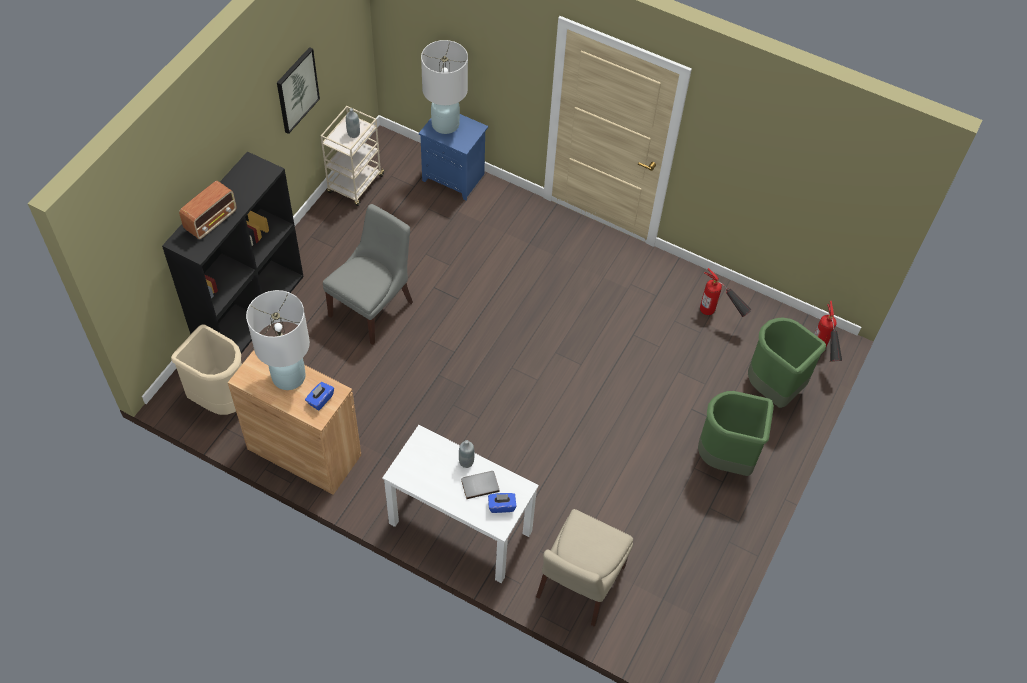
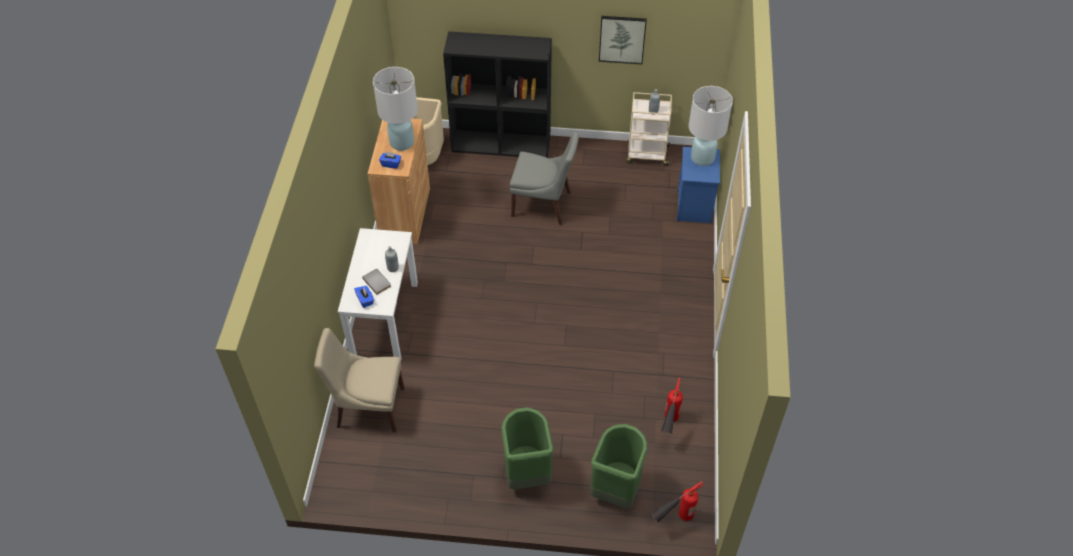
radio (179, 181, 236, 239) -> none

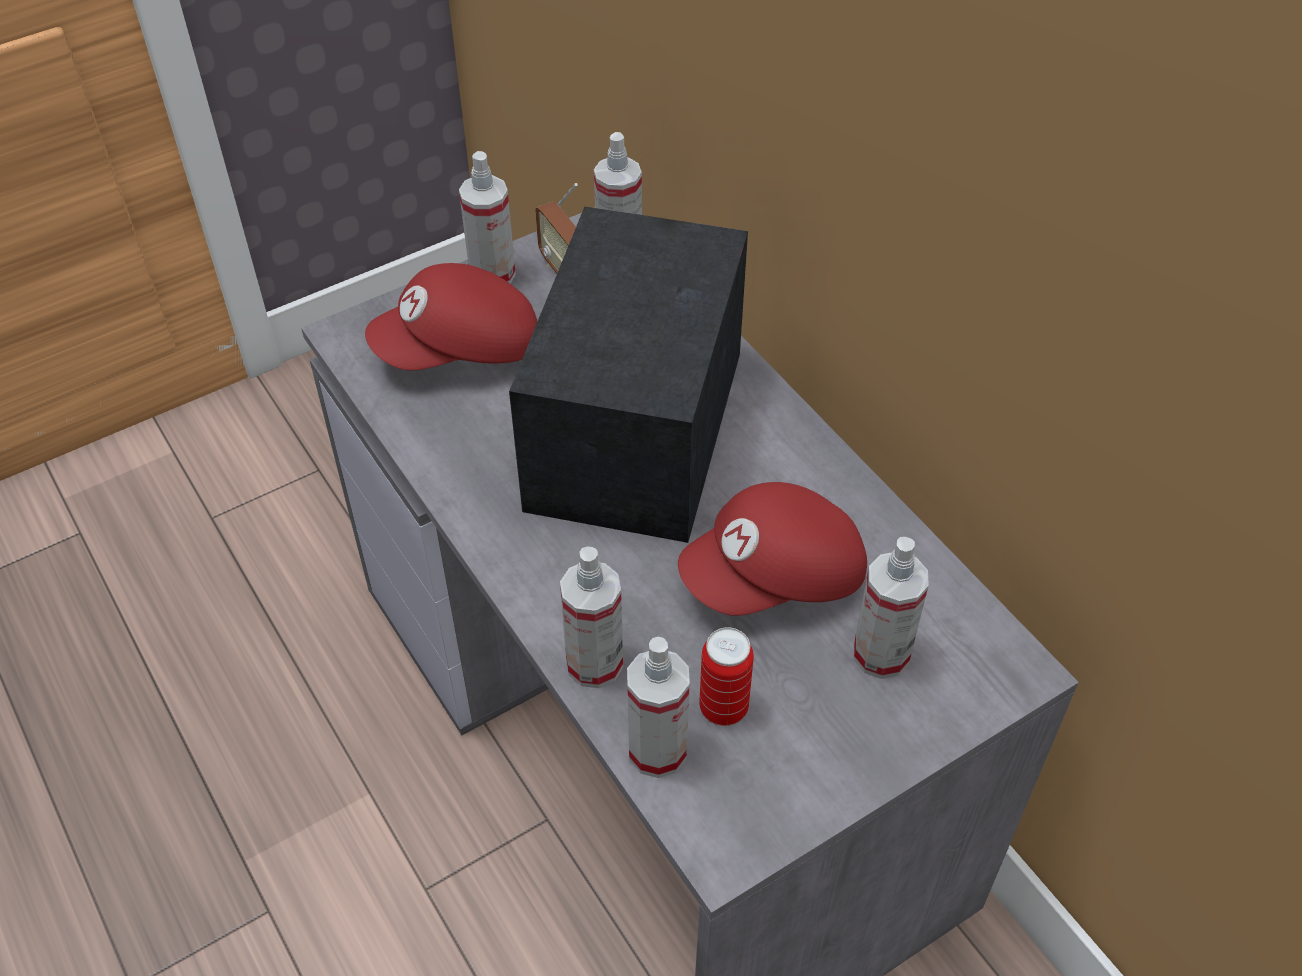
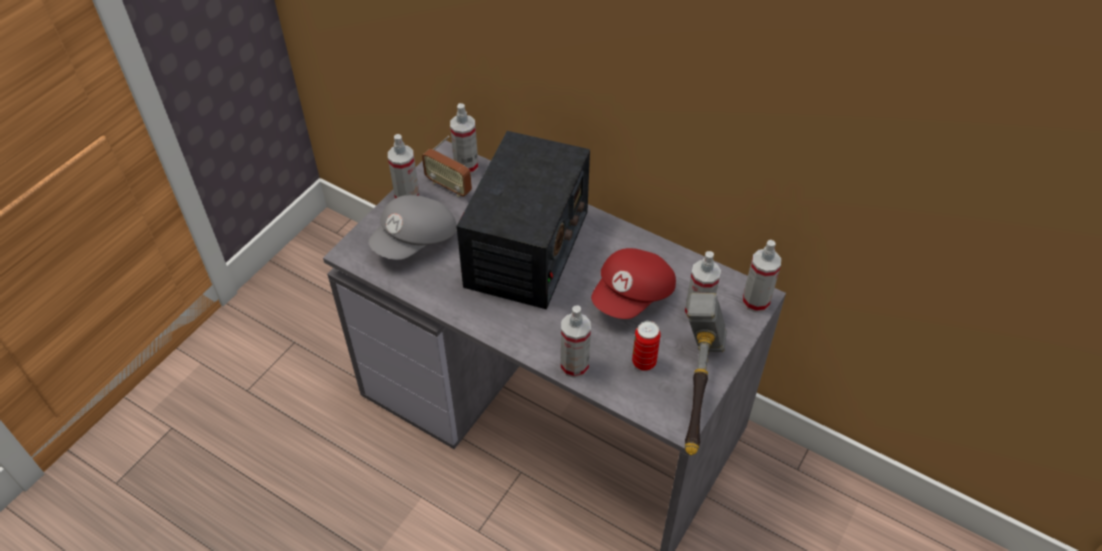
casquette [rouge] (365, 263, 538, 370) -> casquette [gris] (368, 195, 457, 260)
radio (509, 206, 748, 543) -> radio (456, 131, 590, 309), 150 degrees counterclockwise
vaporisateur (627, 637, 690, 778) -> vaporisateur (743, 240, 781, 313), moved
none -> marteau (685, 293, 727, 455)

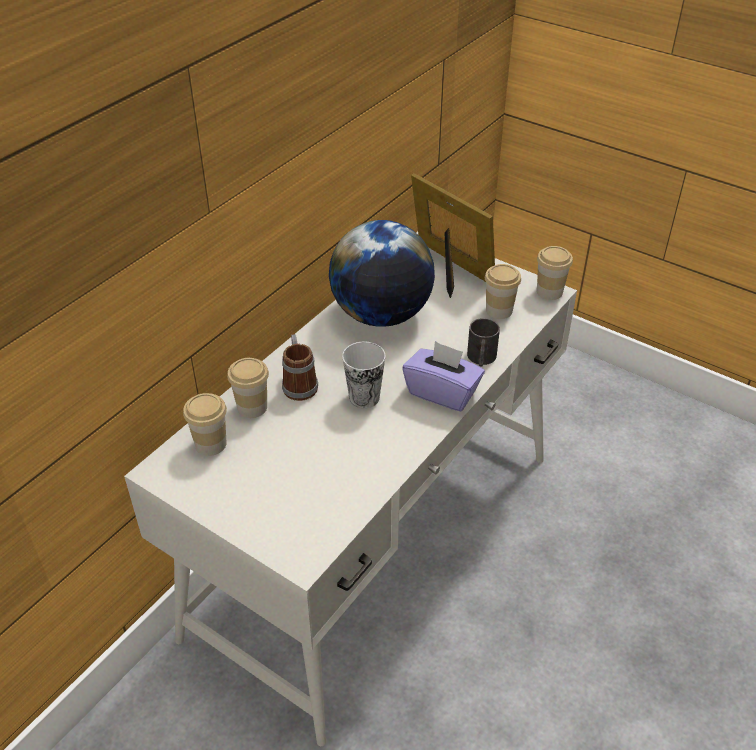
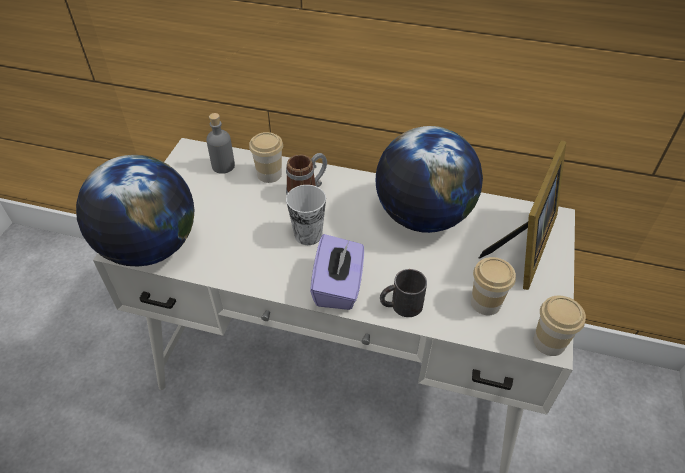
tasse (183, 393, 227, 456) -> bouteille [gris] (206, 113, 235, 174)
none -> globe (76, 155, 194, 266)

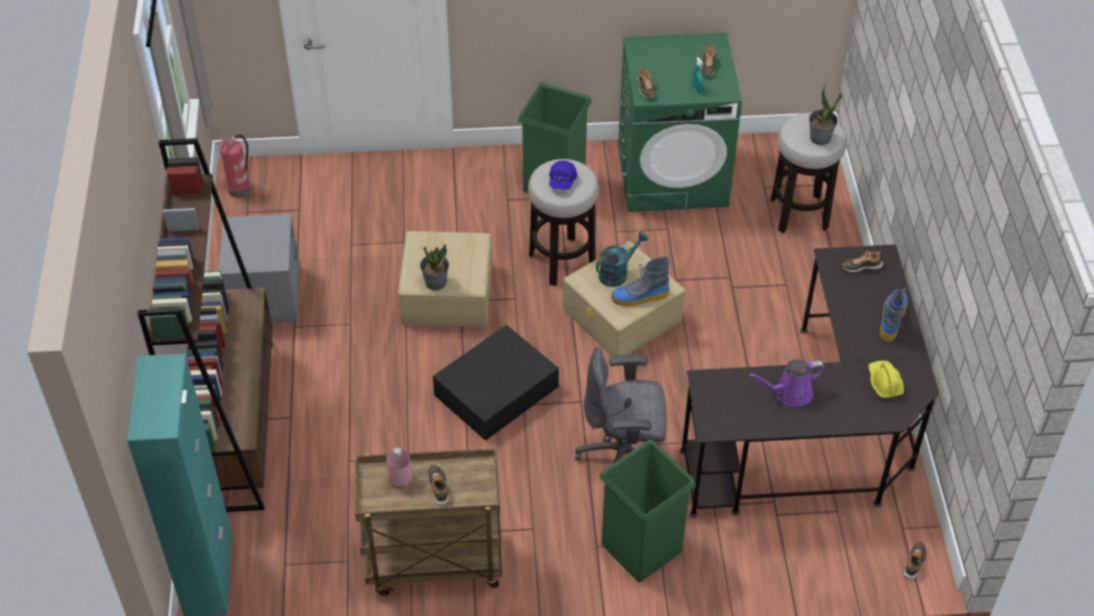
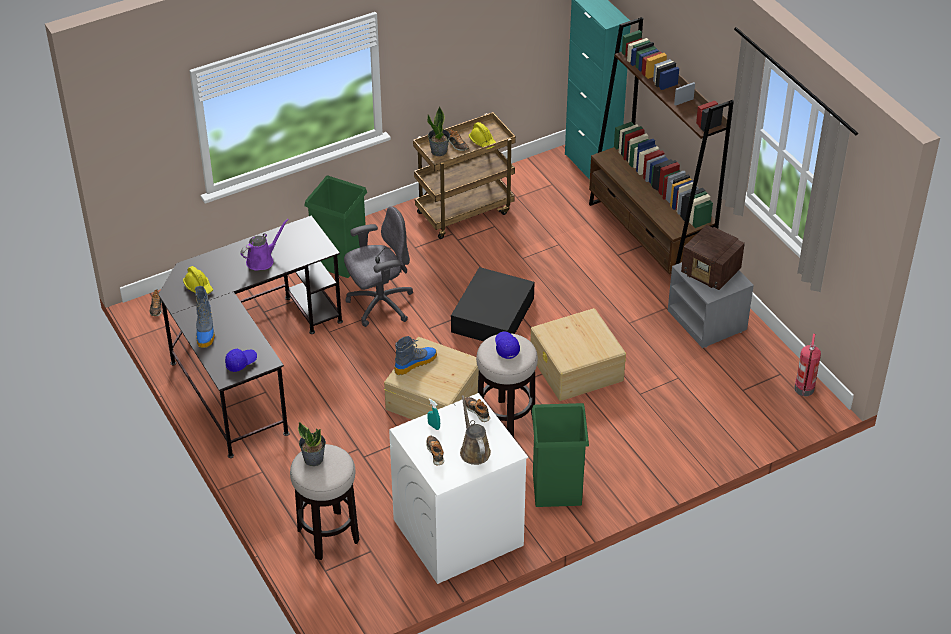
bouteille [rose] (386, 448, 413, 489) -> casque de chantier [jaune] (468, 122, 496, 149)
plante en pot (420, 244, 449, 290) -> plante en pot (427, 107, 450, 156), moved
arrosoir [turquoise] (596, 231, 649, 287) -> none
lave-linge [vert] (618, 33, 742, 212) -> lave-linge [blanc] (389, 393, 528, 584)
chaussure (842, 250, 883, 272) -> casquette [bleu] (225, 349, 257, 372)
none -> arrosoir [marron] (460, 395, 491, 465)
none -> radio (681, 225, 745, 290)

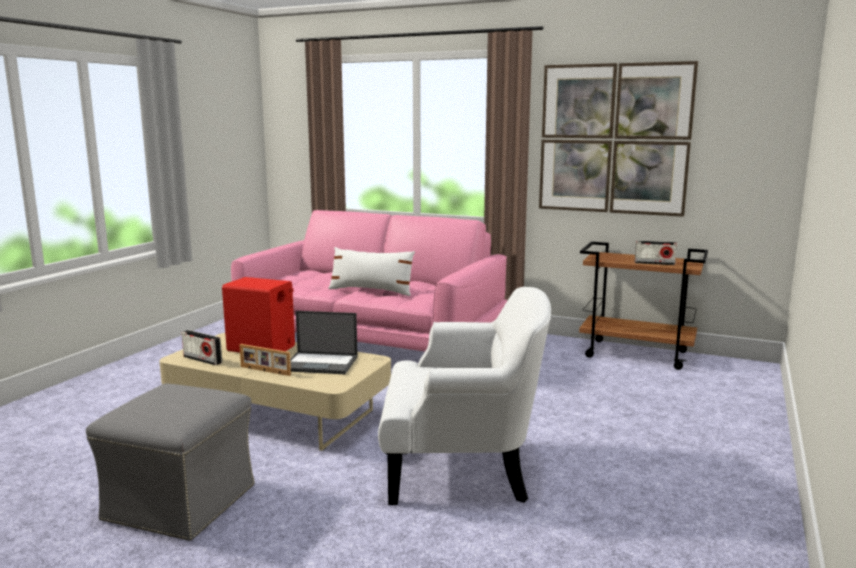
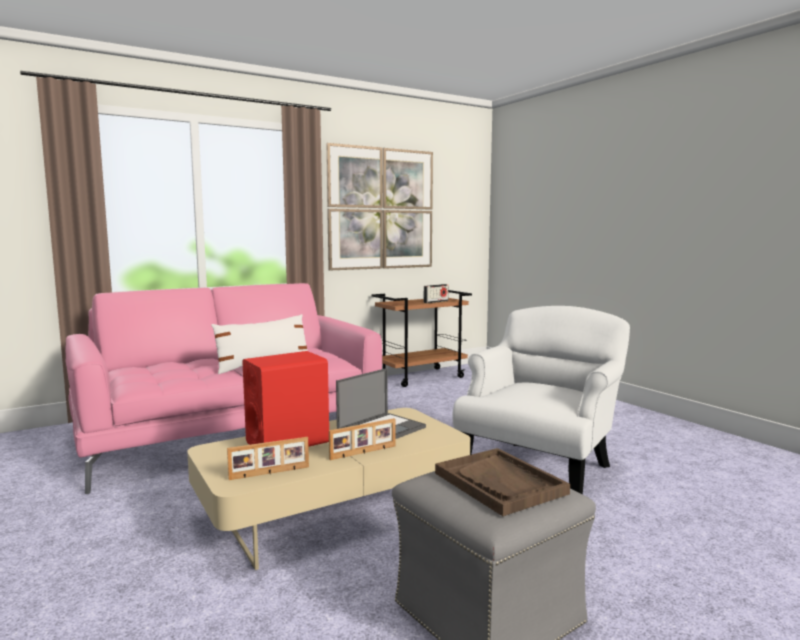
radio (182, 330, 222, 365) -> cadre photo (227, 437, 309, 480)
none -> plateau [marron] (435, 448, 570, 516)

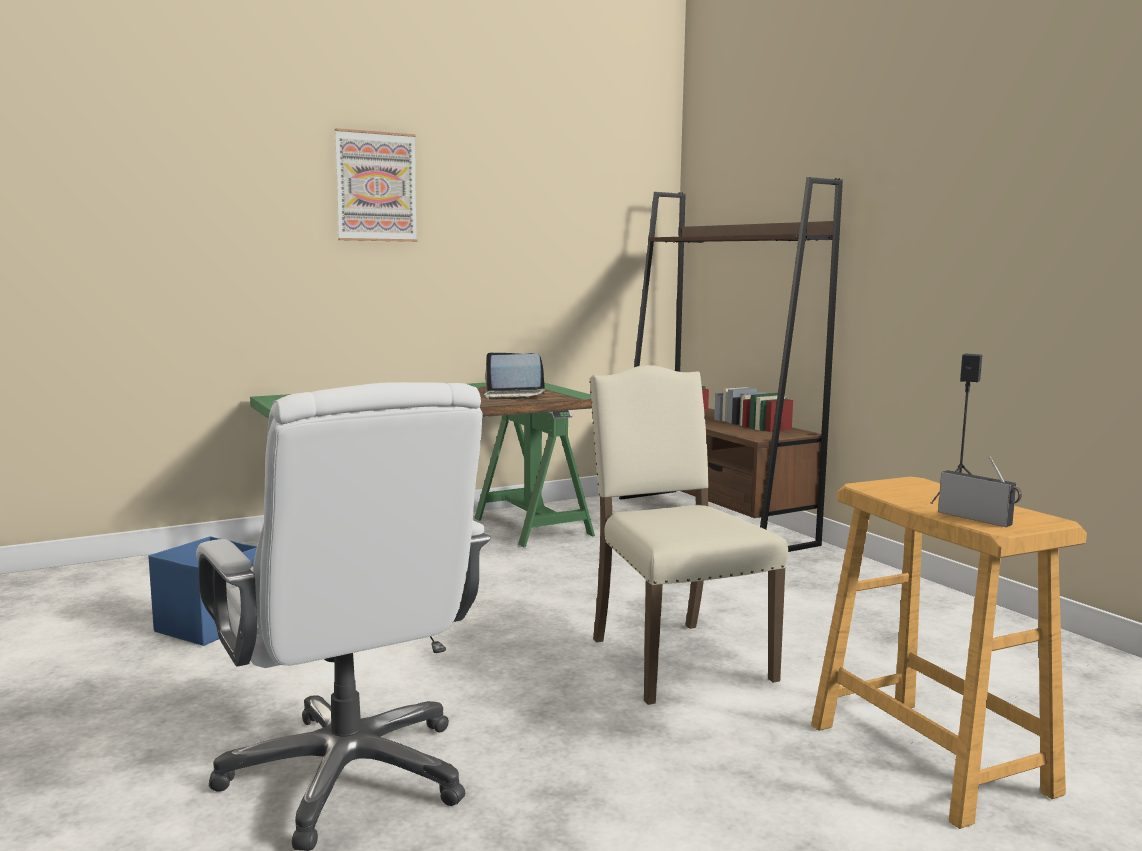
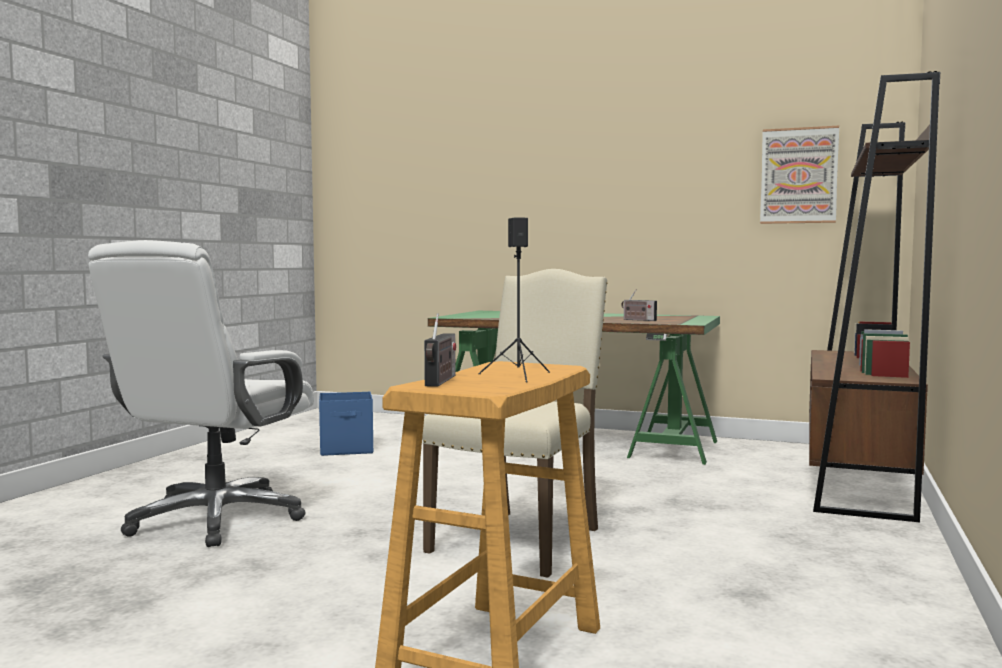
tableau (335, 128, 417, 242) -> tableau (760, 126, 839, 224), moved
ordinateur portable (484, 352, 546, 400) -> radio (621, 289, 657, 321)

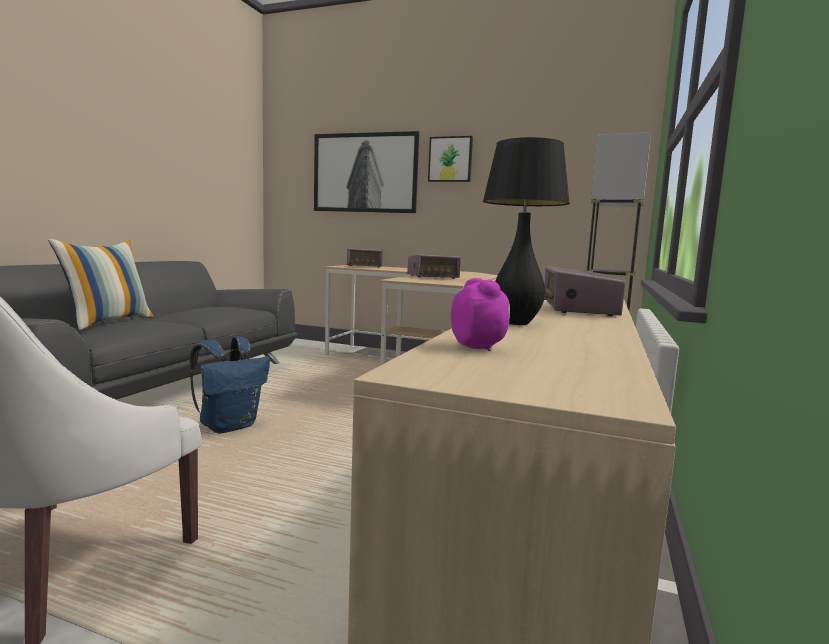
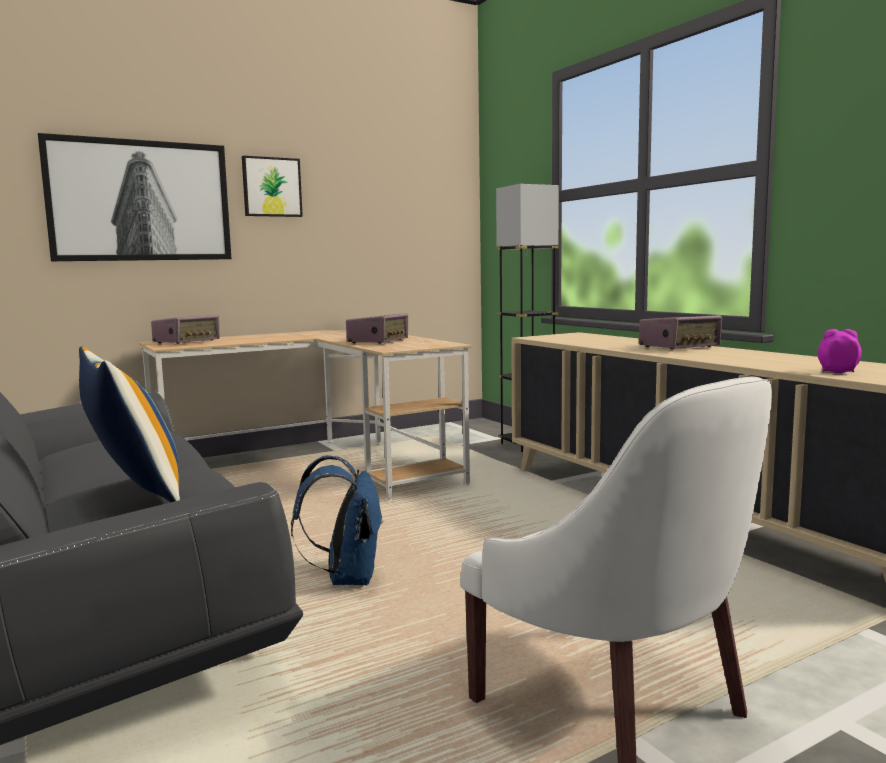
lampe de table [noir] (483, 137, 570, 325) -> none
radio (544, 266, 626, 316) -> radio (639, 315, 722, 350), 75 degrees counterclockwise

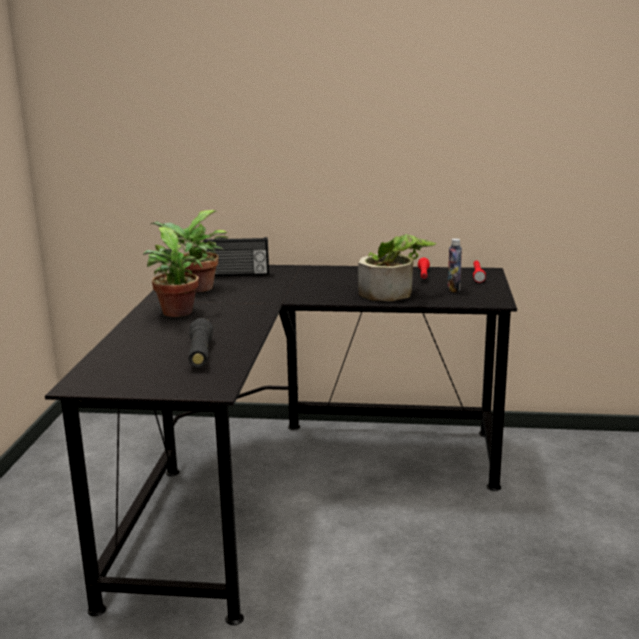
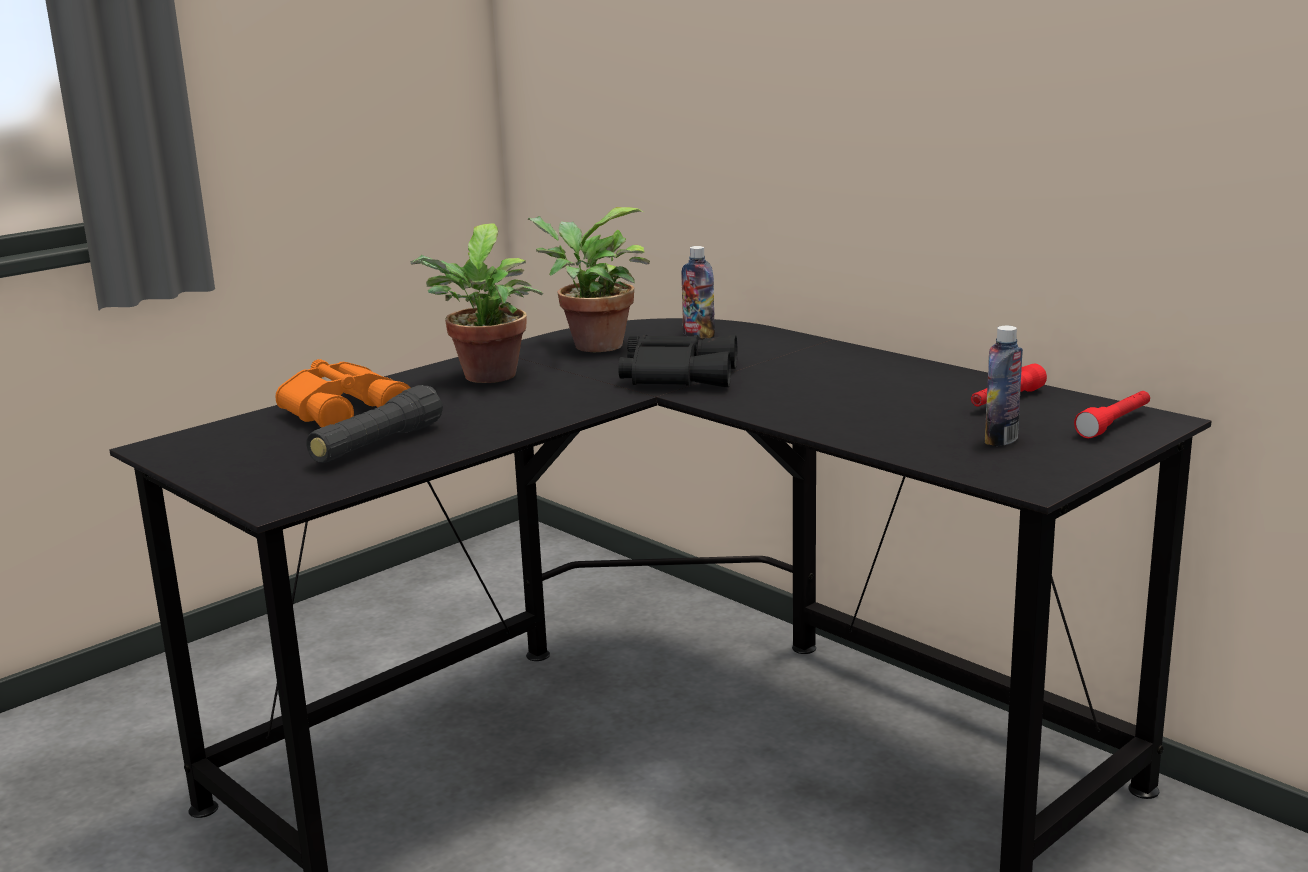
radio (203, 237, 269, 277) -> bouteille (681, 246, 715, 338)
plante en pot (358, 234, 436, 301) -> none
none -> jumelles [orange] (276, 359, 411, 428)
none -> jumelles [noir] (618, 335, 737, 387)

